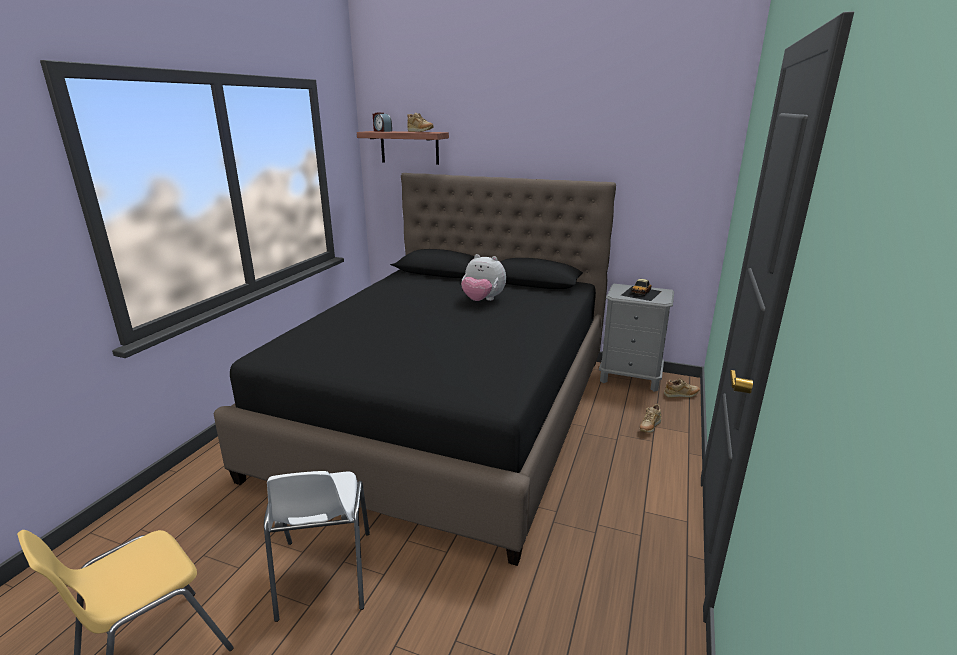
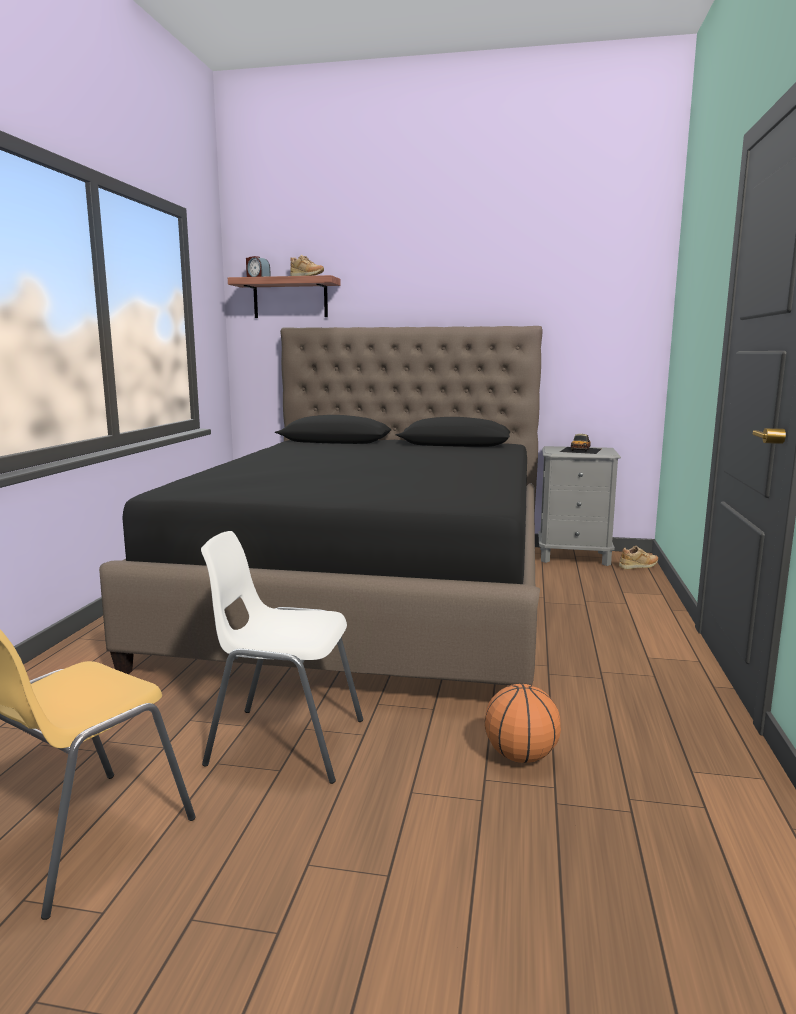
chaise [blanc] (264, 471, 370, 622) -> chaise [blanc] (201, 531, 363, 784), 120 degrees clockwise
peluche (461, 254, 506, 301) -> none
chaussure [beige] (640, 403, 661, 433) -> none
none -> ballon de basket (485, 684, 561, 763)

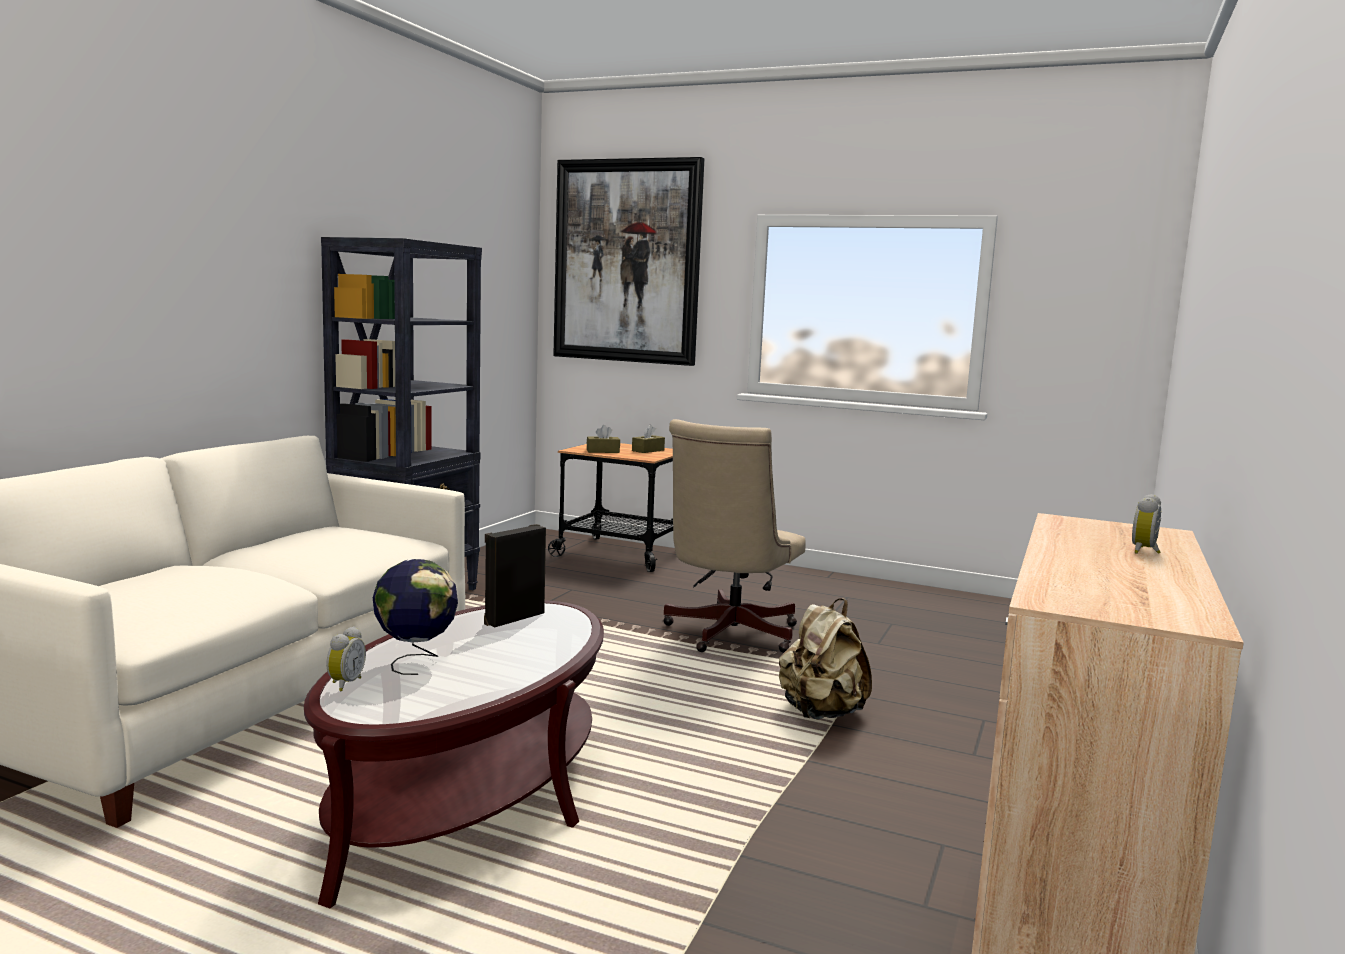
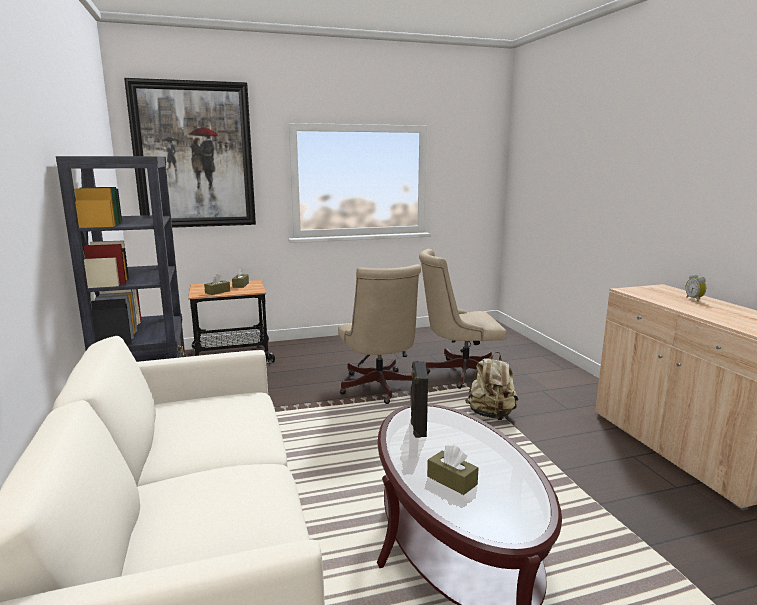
réveil (326, 626, 366, 691) -> none
globe (373, 559, 458, 675) -> boîte à mouchoirs [marron] (427, 445, 479, 495)
none -> chaise de bureau [beige] (419, 249, 506, 389)

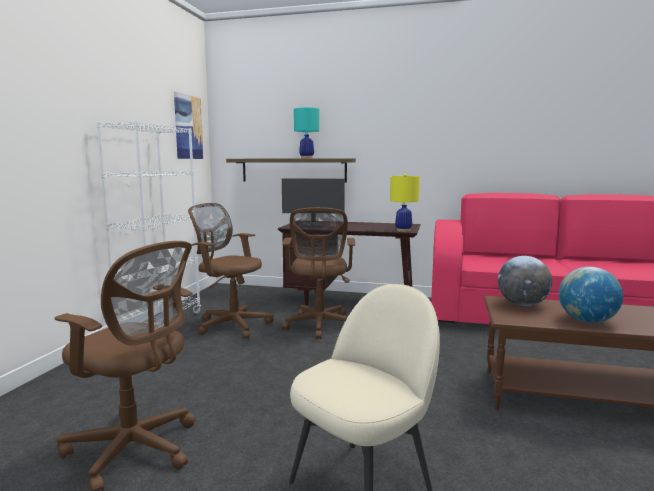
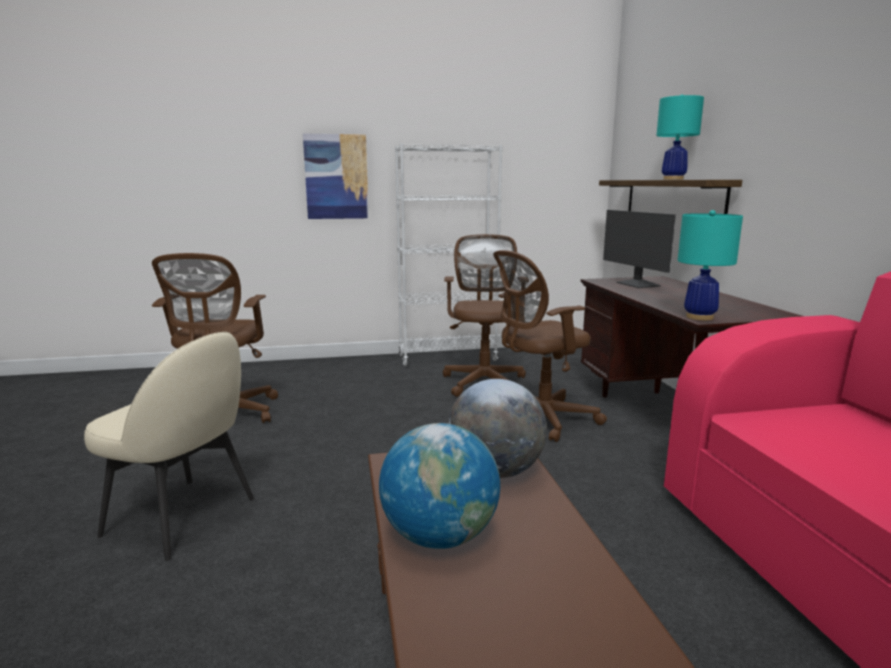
tableau (174, 92, 204, 159) -> tableau (303, 134, 369, 219), moved
lampe de table [jaune] (390, 174, 420, 232) -> lampe de table [turquoise] (678, 210, 743, 320)

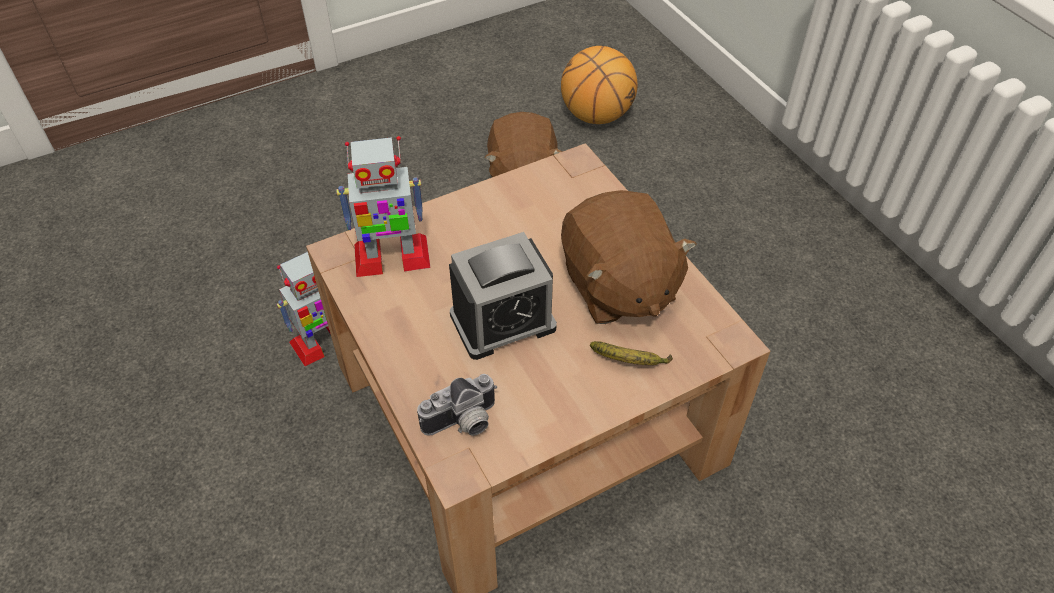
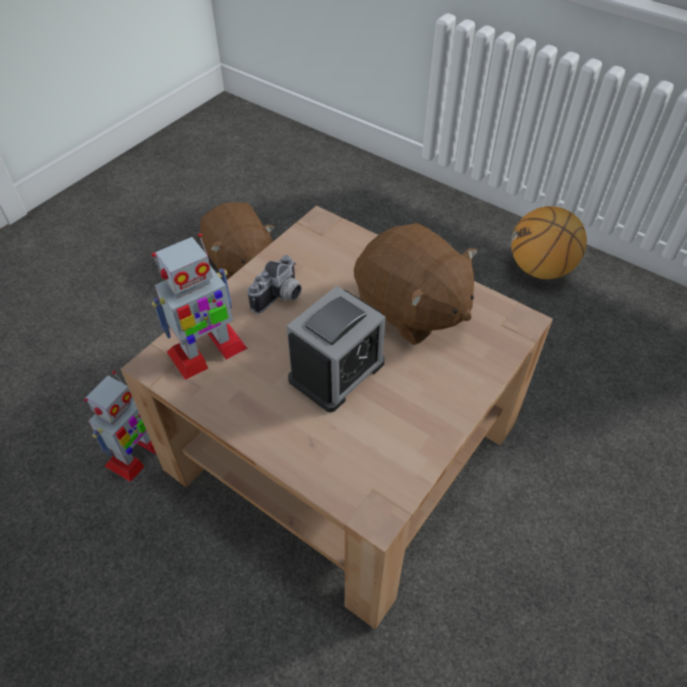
appareil photo (417, 374, 497, 436) -> appareil photo (248, 255, 302, 314), moved
ballon de basket (561, 46, 637, 124) -> ballon de basket (511, 206, 587, 279), moved
banane (590, 341, 673, 365) -> none

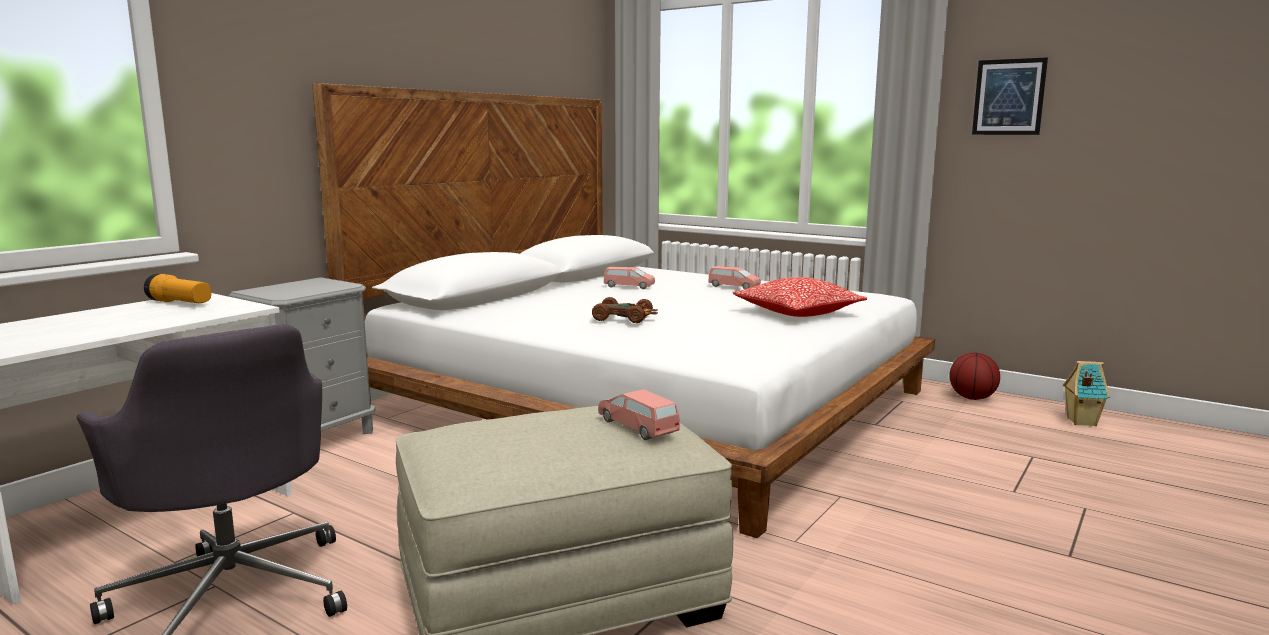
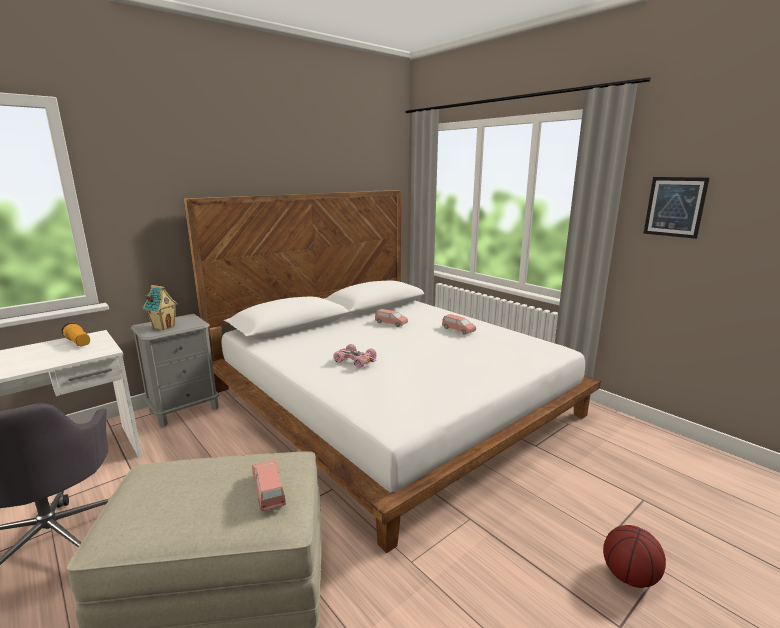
petite voiture [marron] (592, 297, 658, 323) -> petite voiture [rose] (333, 344, 377, 368)
coussin (733, 277, 867, 317) -> none
ballon de basket (949, 352, 1000, 400) -> ballon de basket (603, 525, 666, 588), moved
maison miniature (1063, 361, 1110, 426) -> maison miniature (143, 285, 178, 330), moved

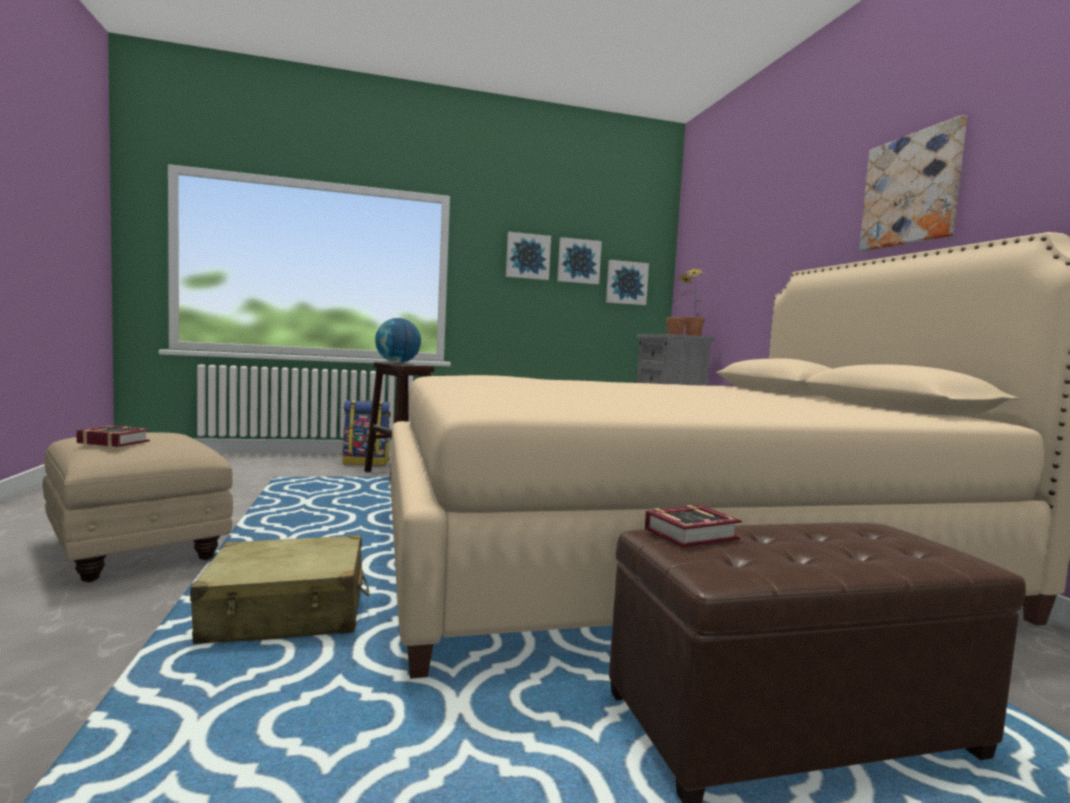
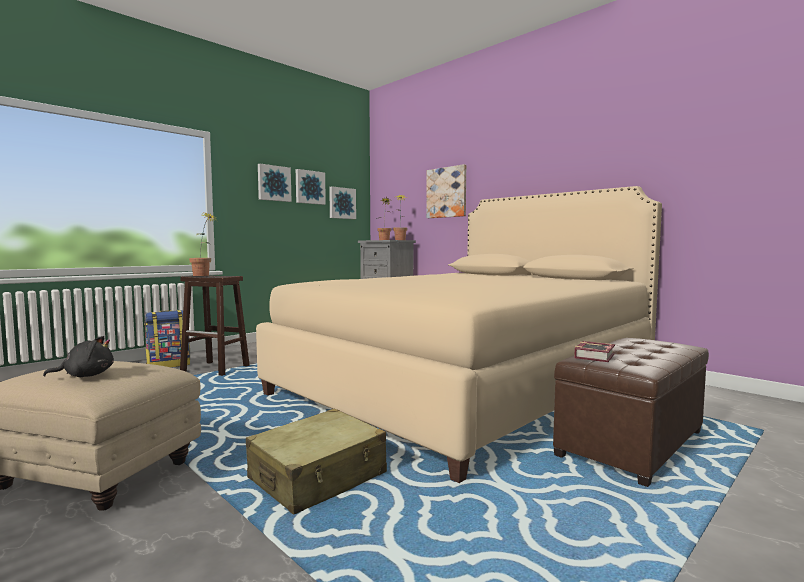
livre (76, 426, 150, 447) -> peluche [noir] (43, 336, 114, 377)
globe (375, 318, 421, 363) -> plante en pot (189, 211, 217, 276)
tableau (859, 115, 967, 251) -> tableau (426, 164, 466, 218), moved

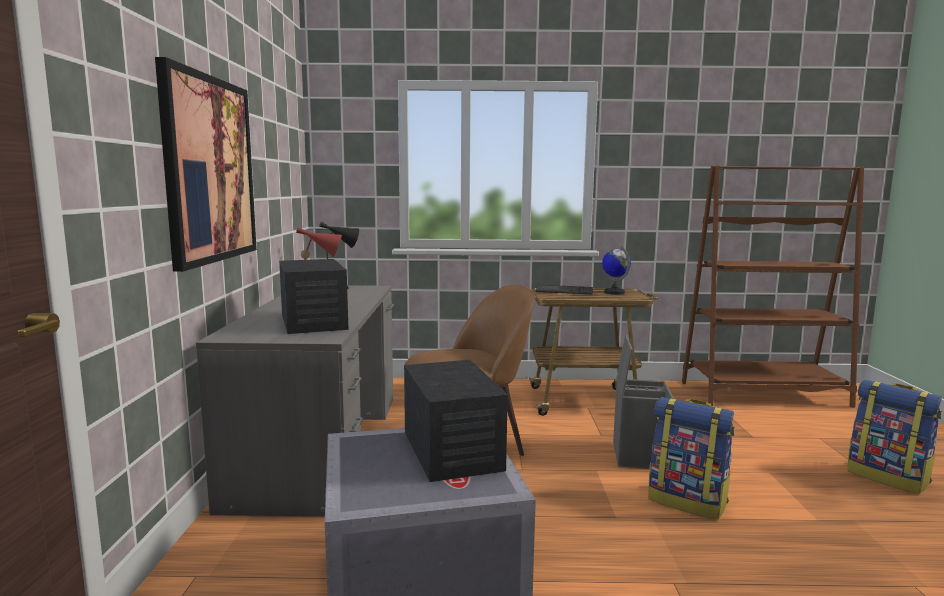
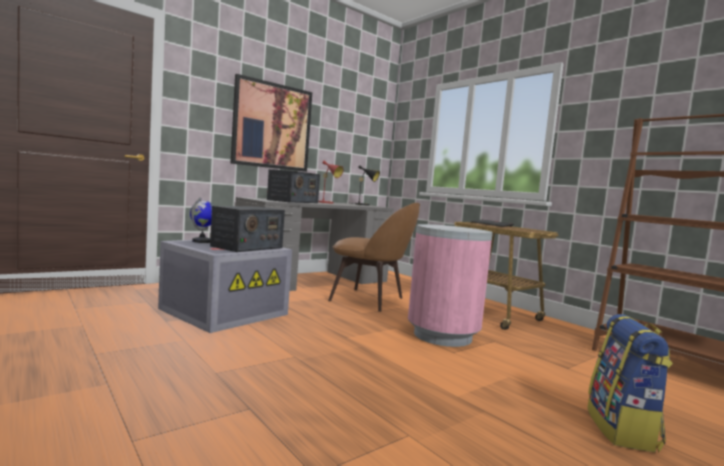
globe (602, 246, 631, 295) -> globe (190, 198, 214, 243), moved
boîte de rangement [gris] (613, 335, 674, 469) -> poubelle [rose] (408, 224, 493, 347)
sac à dos (648, 397, 735, 520) -> none

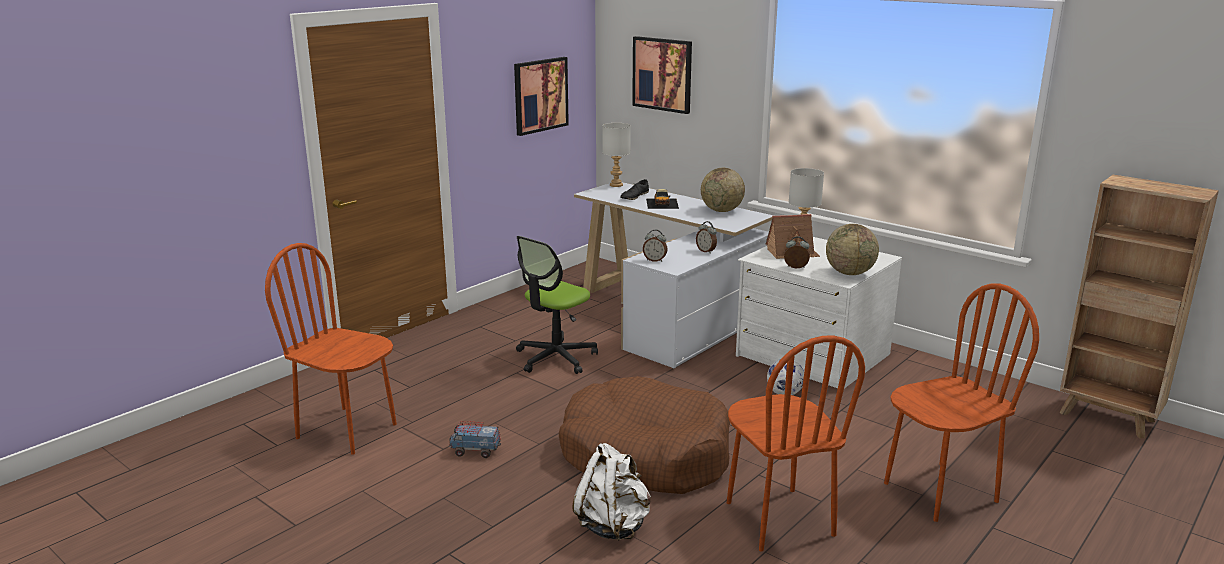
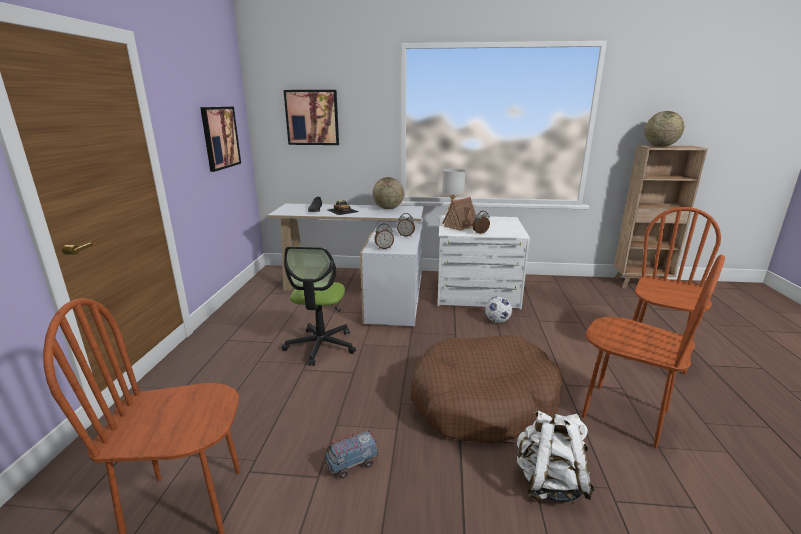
lampe de table [gris] (602, 123, 631, 187) -> none
globe (826, 224, 879, 275) -> globe (645, 111, 684, 147), moved

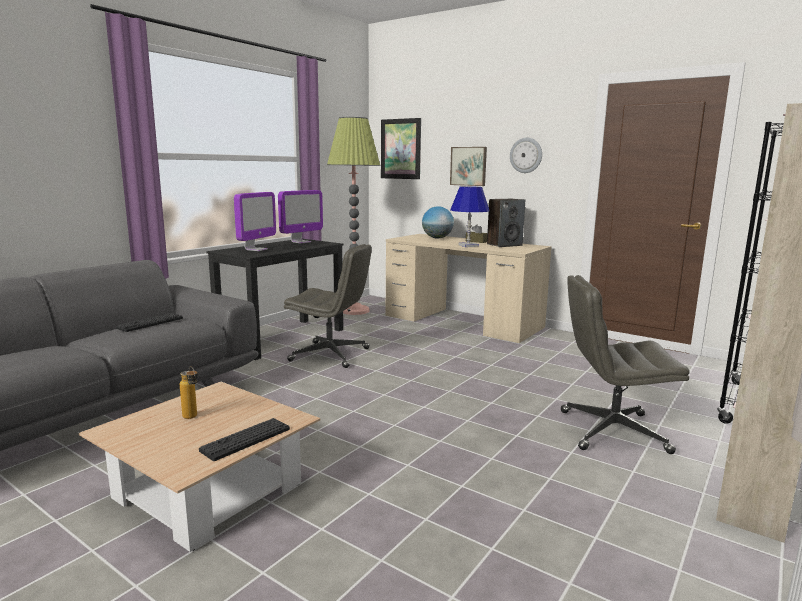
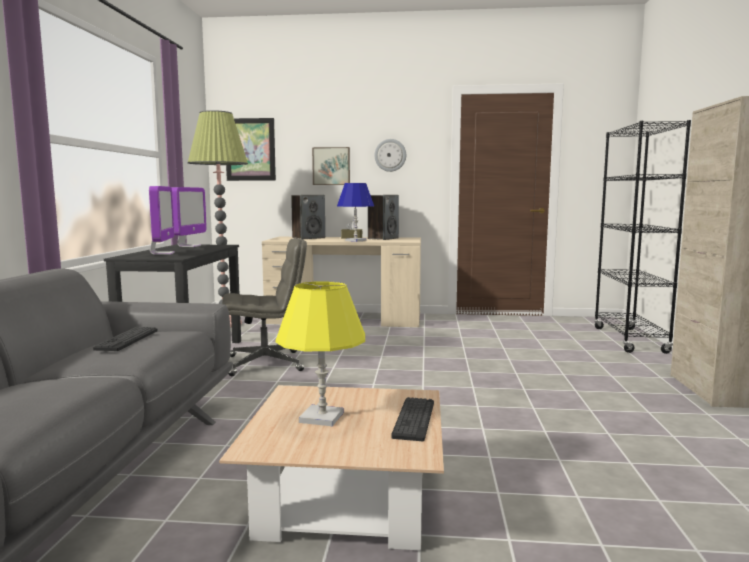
bouteille (180, 366, 198, 419) -> lampe de table [jaune] (275, 281, 365, 426)
globe (422, 206, 454, 238) -> enceinte (291, 195, 325, 239)
chaise de bureau [gris] (561, 275, 689, 454) -> none

